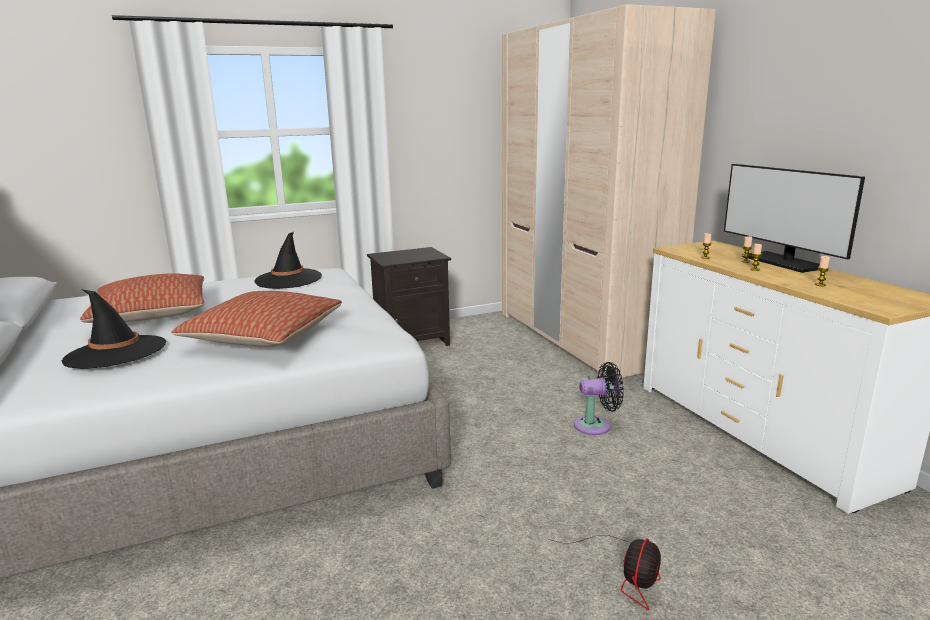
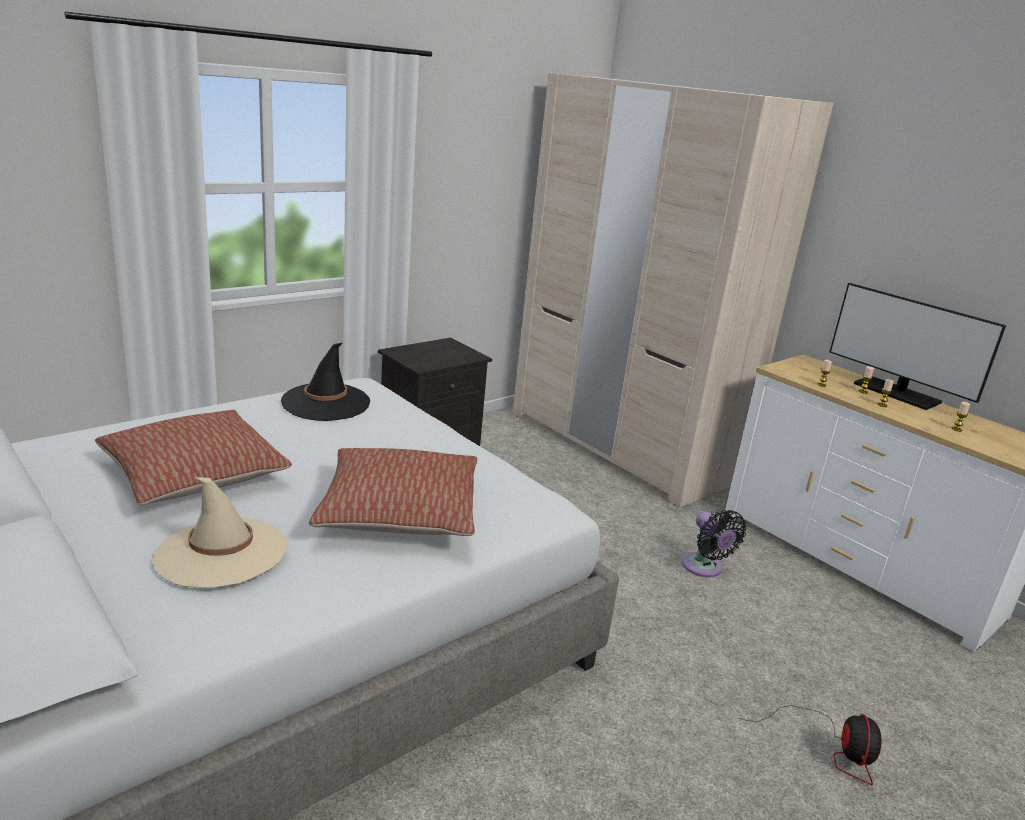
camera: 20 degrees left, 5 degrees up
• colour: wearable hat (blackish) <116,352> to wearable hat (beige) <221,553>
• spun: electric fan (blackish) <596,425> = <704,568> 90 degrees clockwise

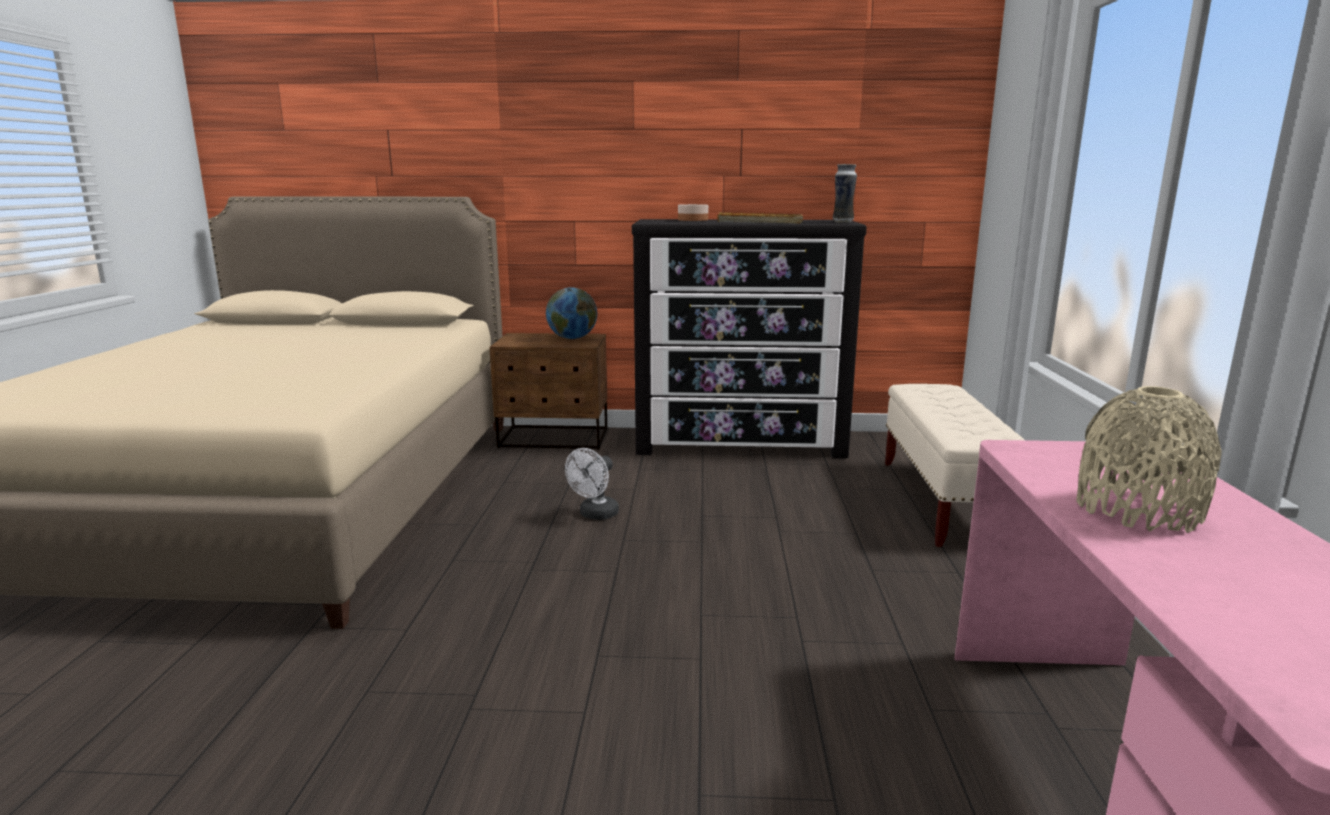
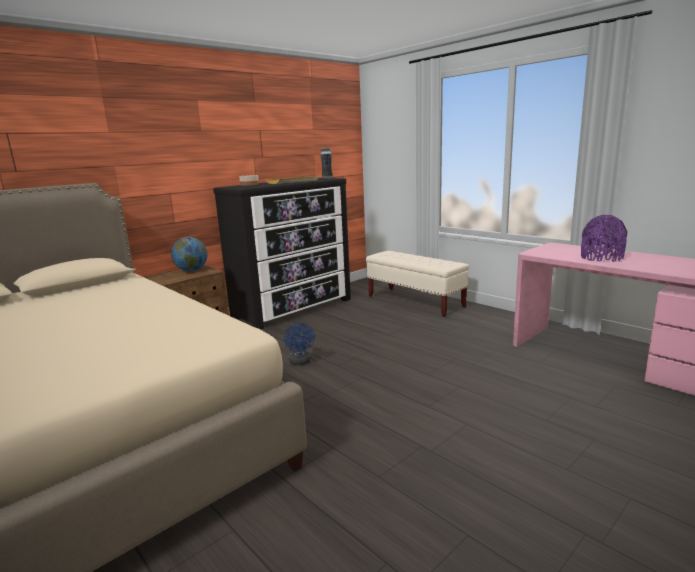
camera: 45 degrees left, 0 degrees up
• colour: electric fan (white-coloured) <595,515> to electric fan (blue) <300,362>
• colour: decorative vase (beige) <1137,510> to decorative vase (purple-coloured) <601,257>

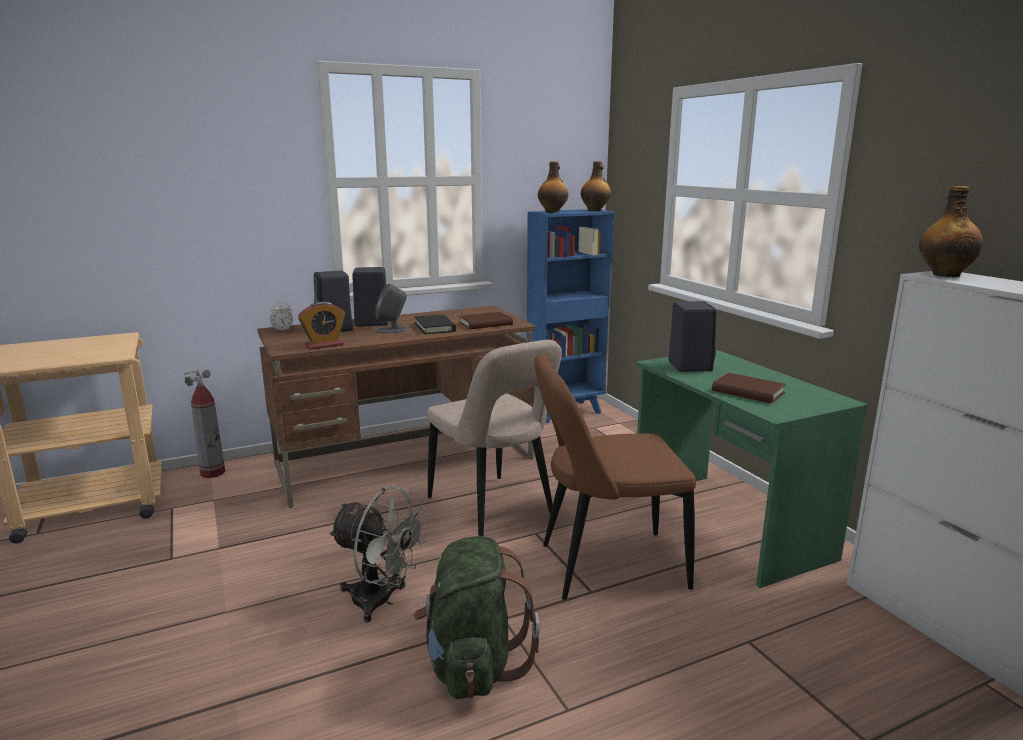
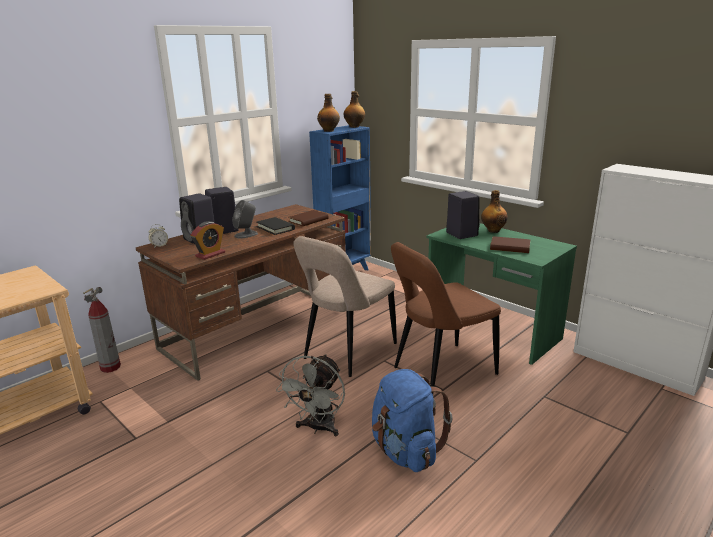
camera: 20 degrees left, 5 degrees up
• spun: electric fan (grey) <381,601> = <318,428> 105 degrees clockwise
• colour: rucksack (green) <473,665> to rucksack (blue) <405,451>
• spun: upright chair (beige) <493,512> = <347,353> 90 degrees clockwise
• relocated: beverage bottle <945,274> to <493,230>

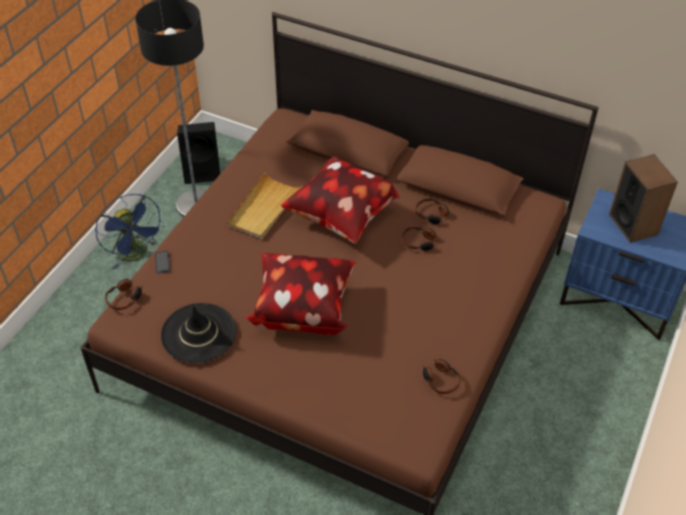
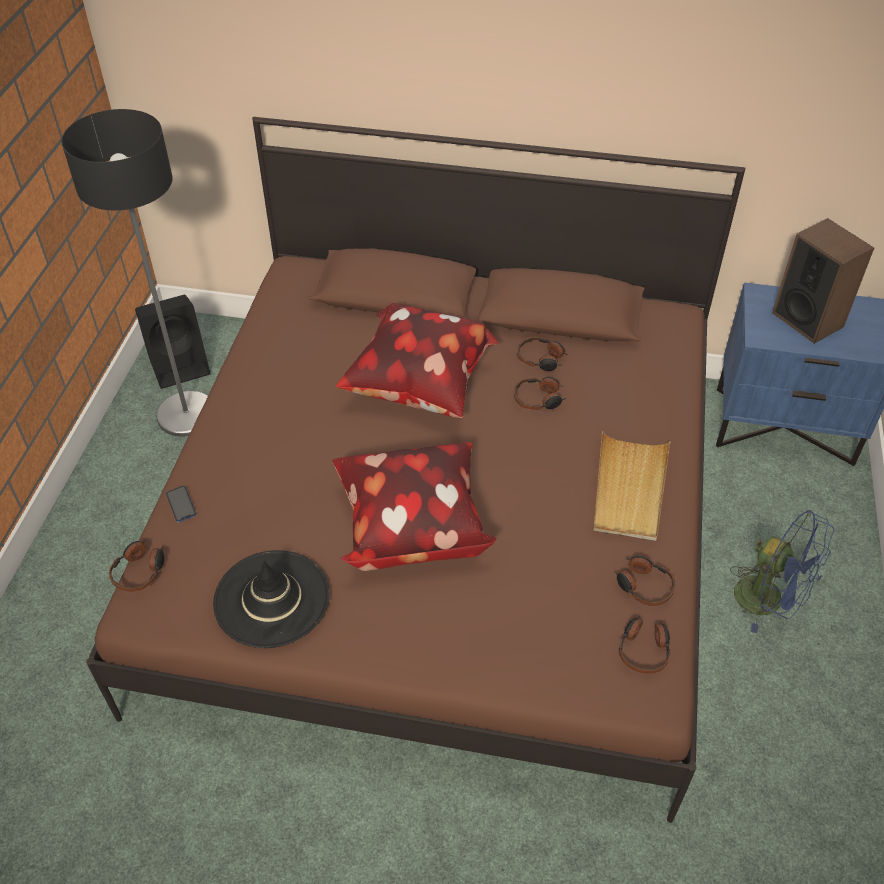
camera: 15 degrees left, 0 degrees up
• relocated: electric fan (blue) <136,255> to <769,601>
• relocated: serving tray (beige) <264,208> to <629,489>
• appeared: headphones <644,649>

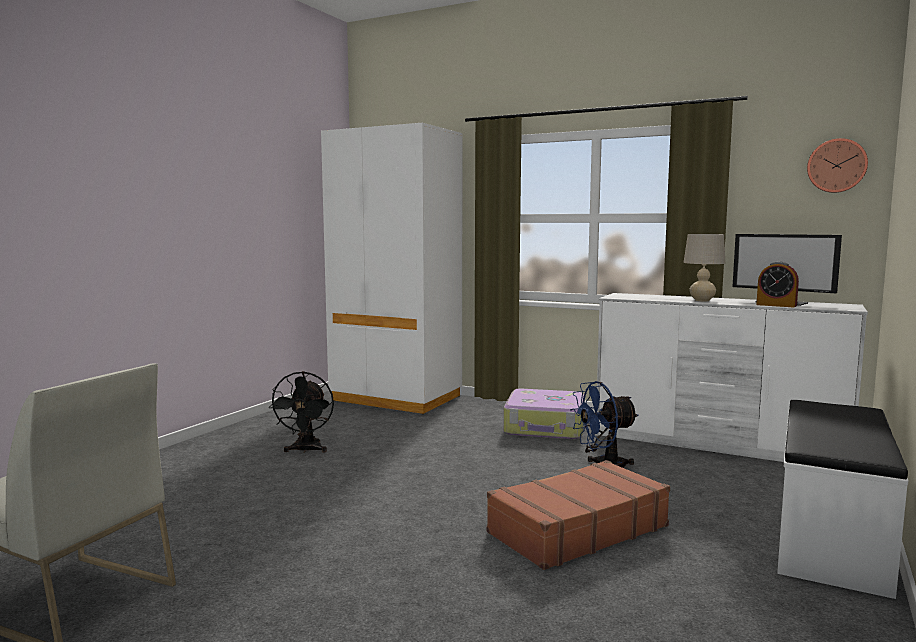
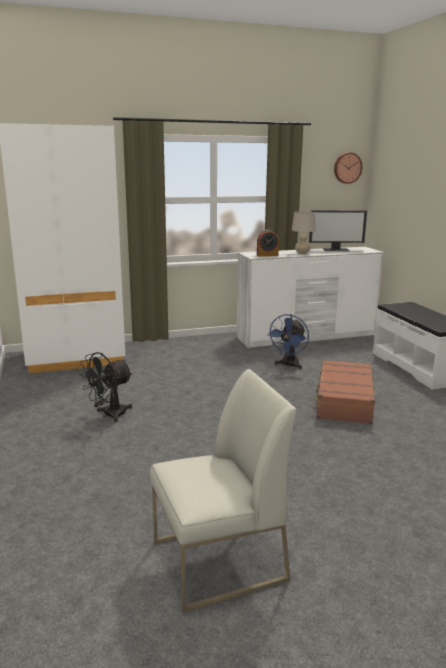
camera: 45 degrees left, 10 degrees up
• spun: electric fan (blackish) <306,450> = <109,415> 90 degrees clockwise
• missing: piece of luggage <545,427>
• relocated: table clock <776,305> to <267,255>

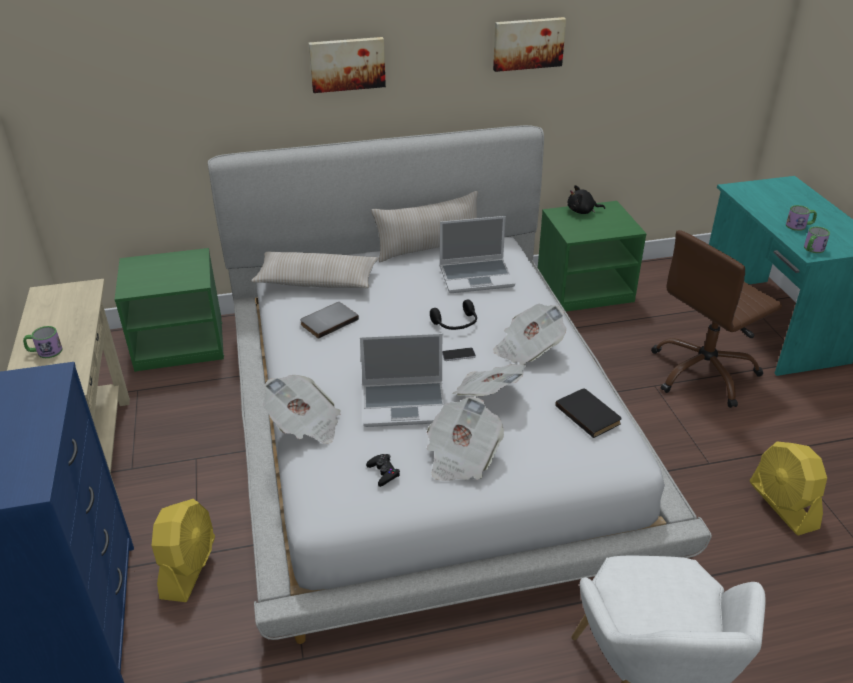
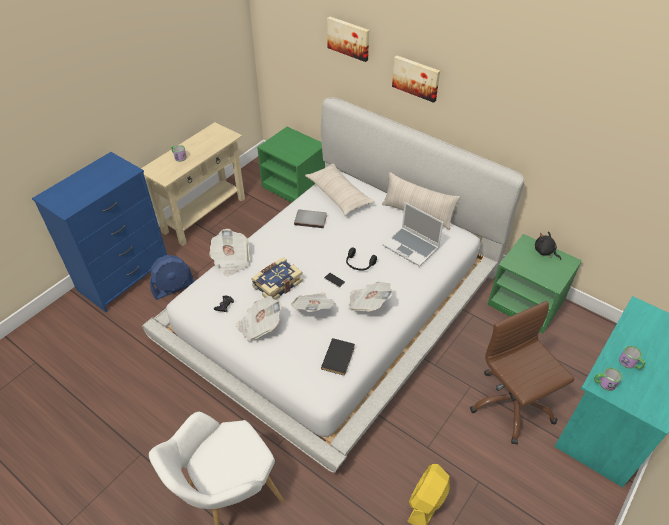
camera: 50 degrees right, 10 degrees up
• colour: electric fan (yellow) <189,567> to electric fan (blue) <173,287>
• exchanged: laptop <405,404> to volume <277,284>
• relocated: wall picture <528,43> to <349,38>
• spun: desk chair (brownish) <703,373> = <511,405> 45 degrees clockwise

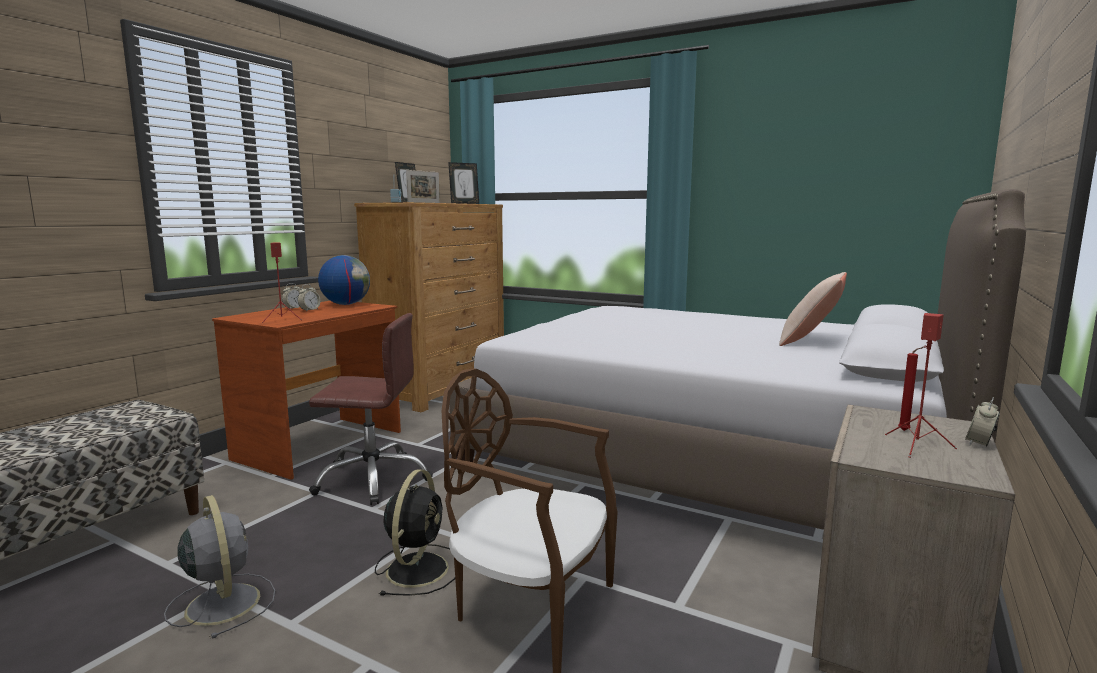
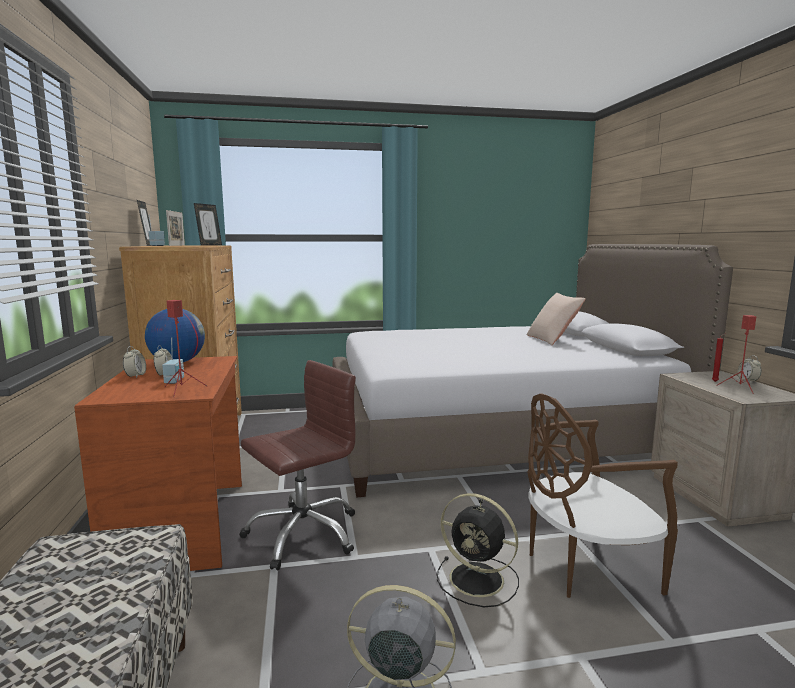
camera: 40 degrees left, 0 degrees up
• spun: electric fan (blackish) <418,568> = <479,580> 150 degrees clockwise
• appeared: radio <175,381>

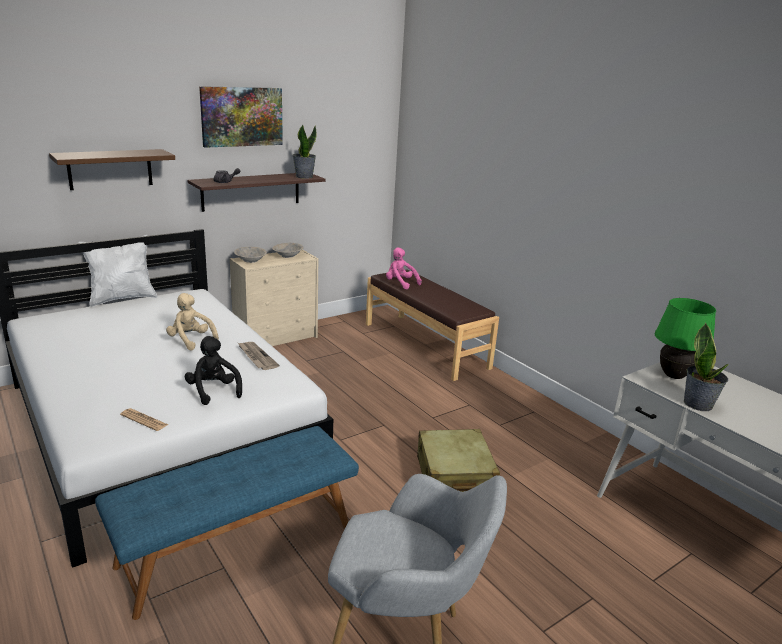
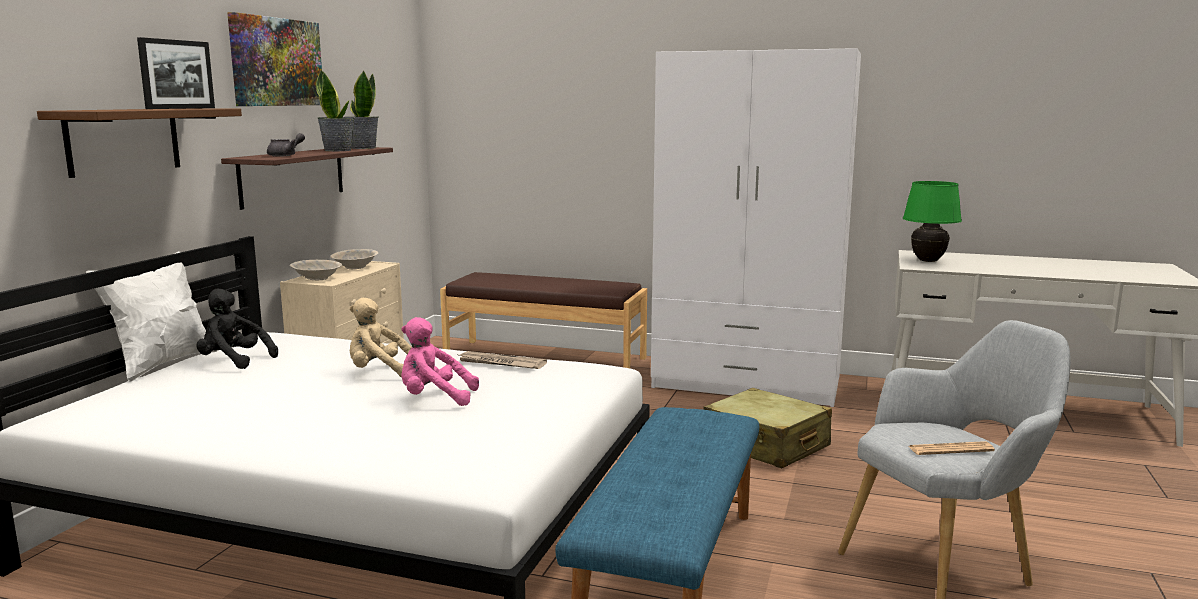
camera: 35 degrees left, 10 degrees down
• relocated: newspaper <144,420> to <950,449>
• relocated: plush toy (blackish) <213,391> to <234,361>
• relocated: plush toy (pinkish) <400,283> to <434,399>
• relocated: potted plant <698,404> to <338,150>
• appeared: standing frame <181,108>
• appeared: clothes cupboard (white-coloured) <747,382>

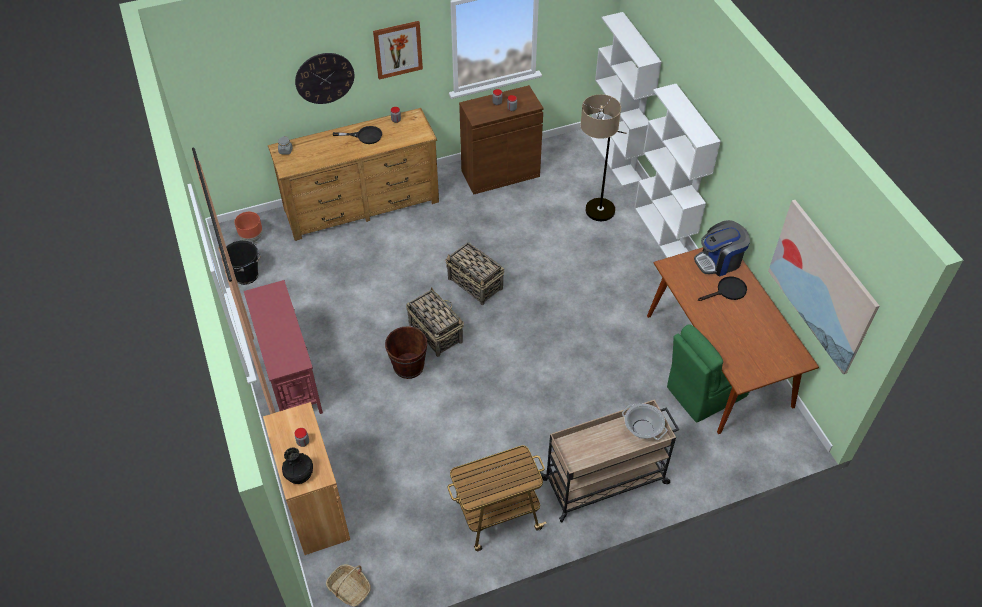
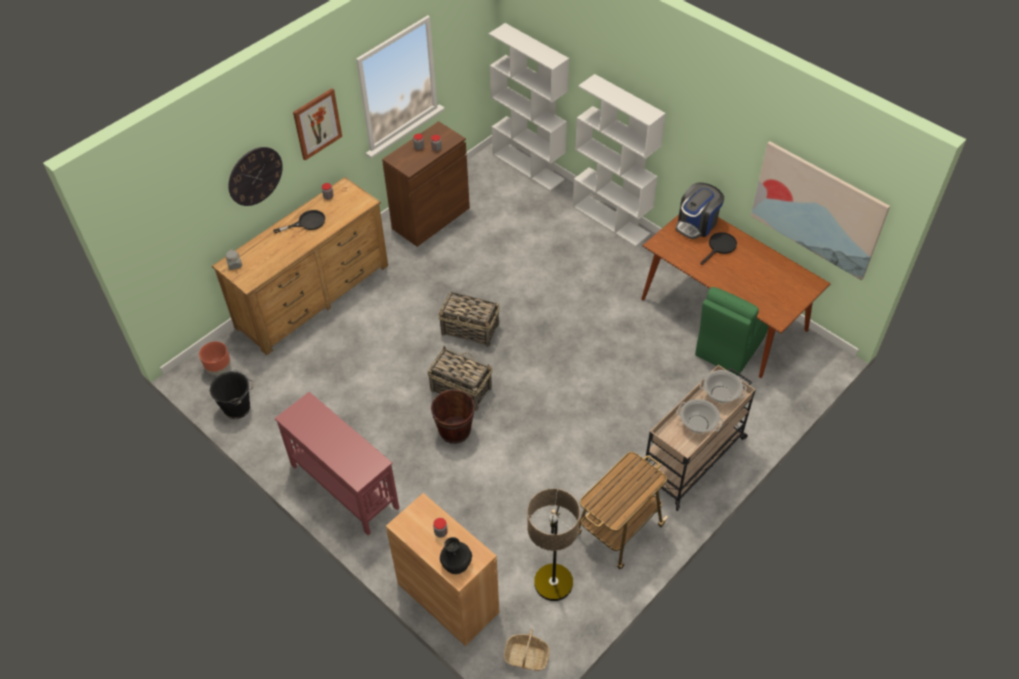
camera: 25 degrees left, 0 degrees up
• relocated: floor lamp <593,217> to <551,597>
• appeared: stockpot <698,424>

